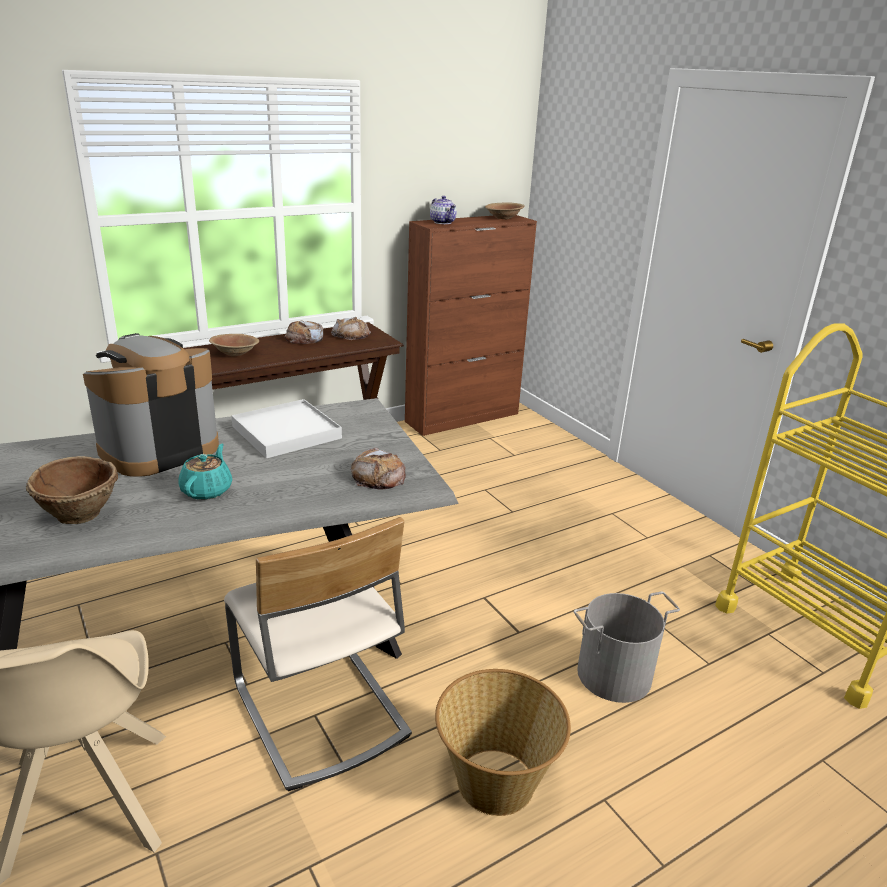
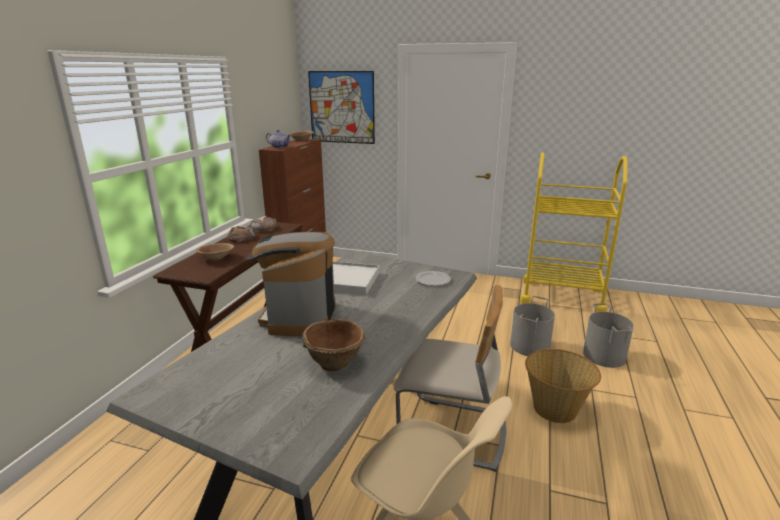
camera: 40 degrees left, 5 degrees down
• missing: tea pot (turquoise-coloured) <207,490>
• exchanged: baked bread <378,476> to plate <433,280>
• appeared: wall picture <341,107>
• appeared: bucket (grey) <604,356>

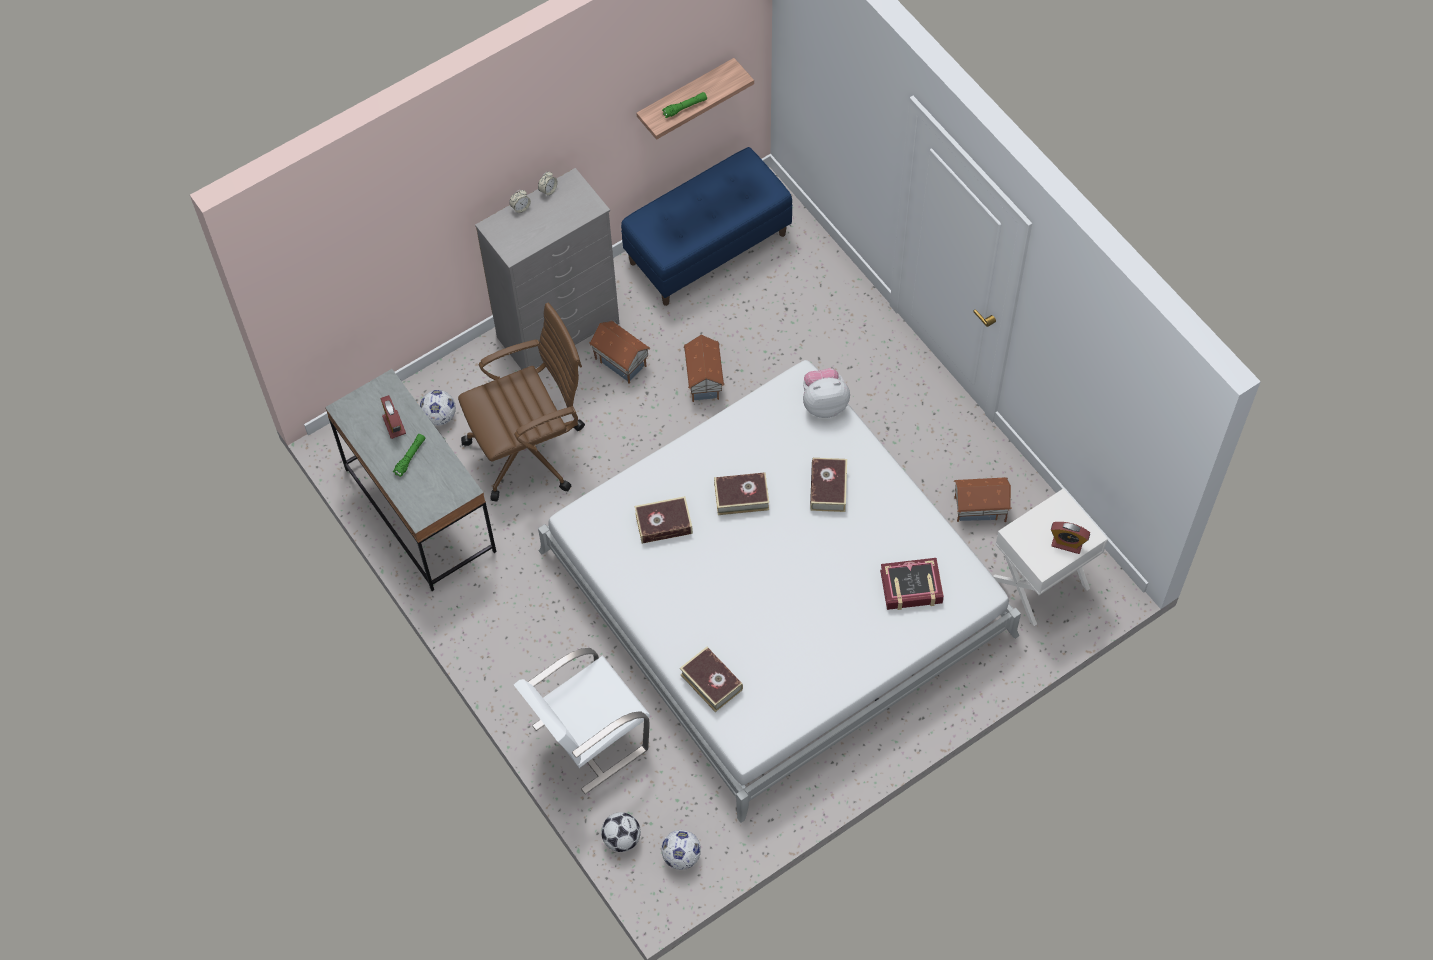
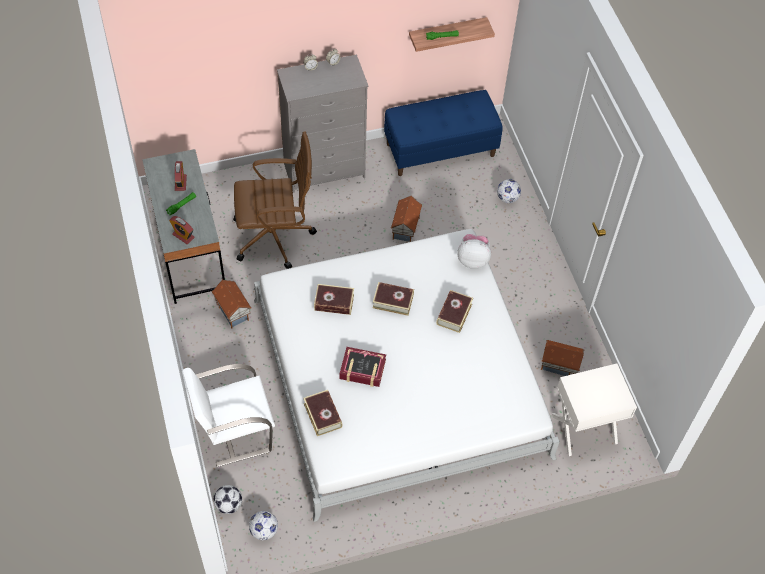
camera: 15 degrees right, 5 degrees down
• relocated: football ball <439,416> to <507,198>
• relocated: toy house <621,360> to <233,311>
• relocated: volume <911,587> to <362,370>
• relocated: table clock <1067,543> to <183,236>

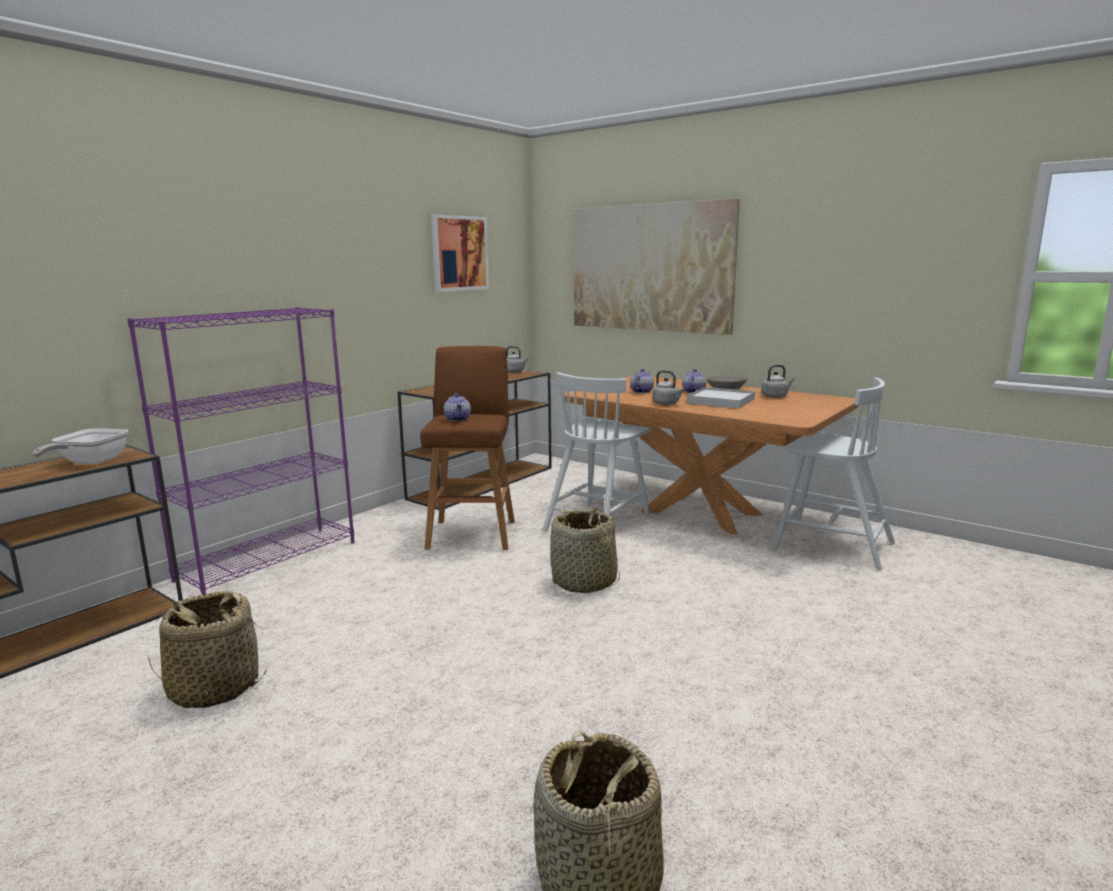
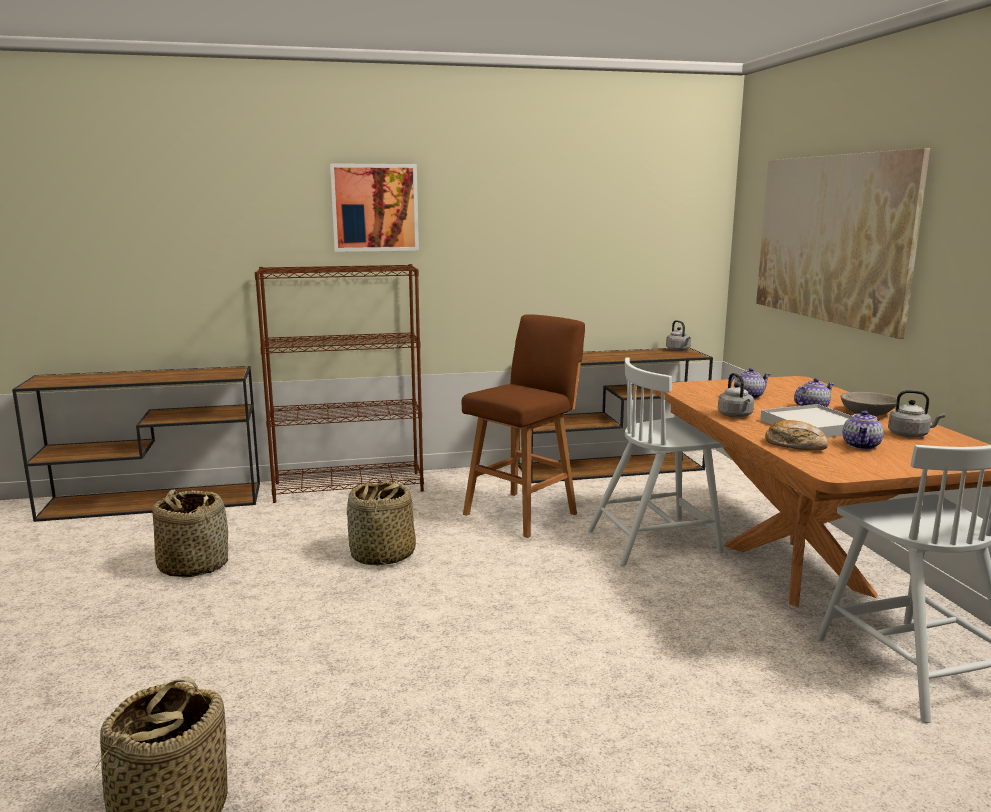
camera: 40 degrees right, 0 degrees up
• missing: pan <89,462>
• colour: bookcase (purple-coloured) <269,560> to bookcase (brownish) <349,486>
• relocated: wall picture <459,253> to <375,207>
• relocated: tea pot <458,419> to <861,446>
• relocated: household basket <584,582> to <382,555>
• appeared: baked bread <795,445>

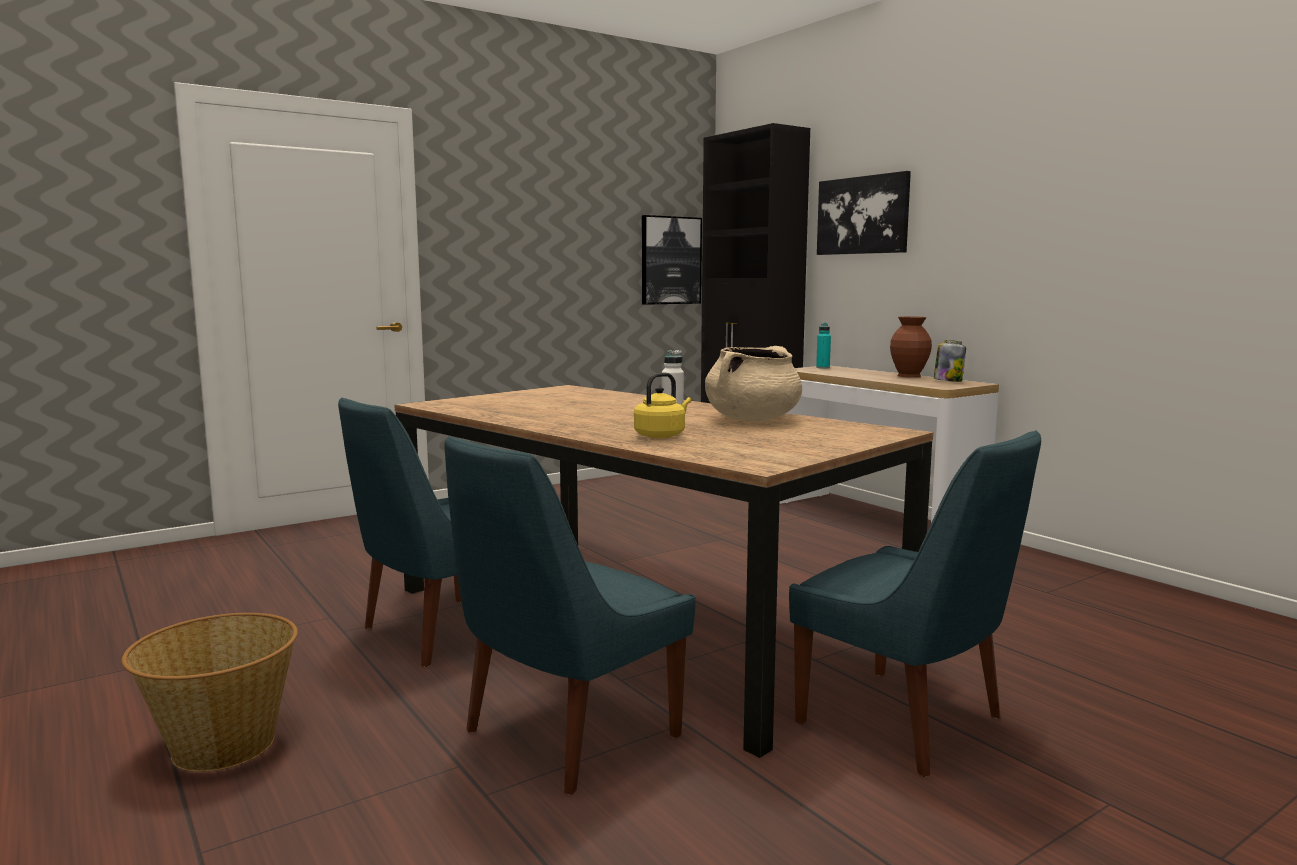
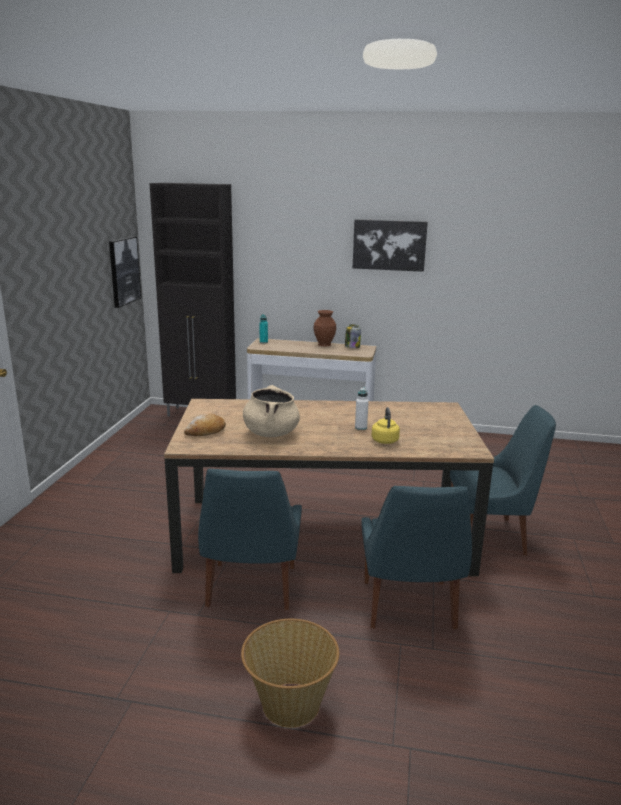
camera: 45 degrees left, 10 degrees up
• relocated: stockpot (beige) <752,419> to <271,433>
• relocated: wall picture <863,215> to <389,245>
• appeared: baked bread <206,431>

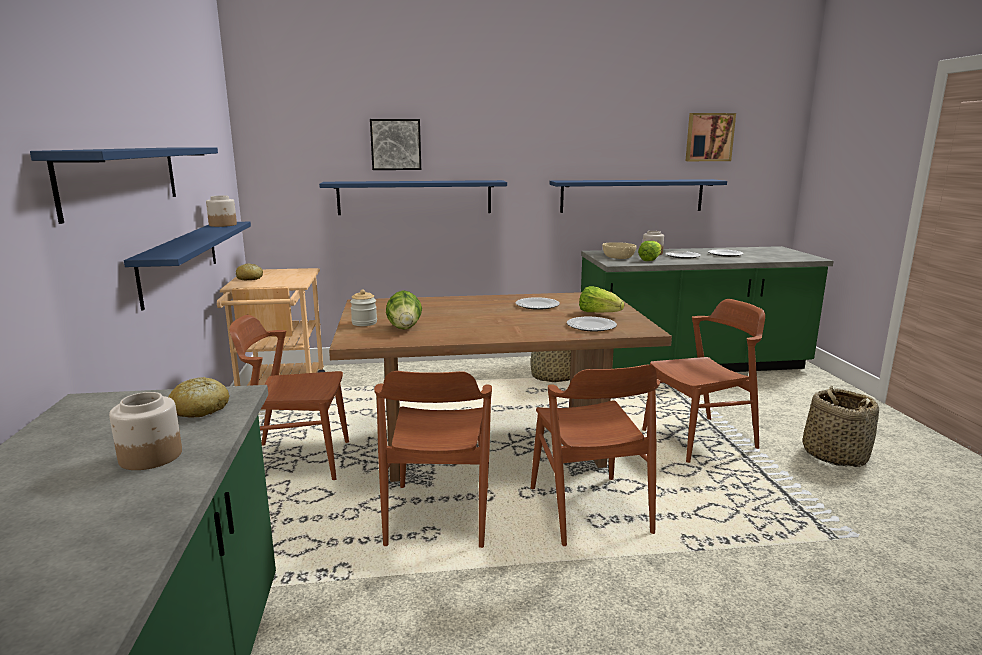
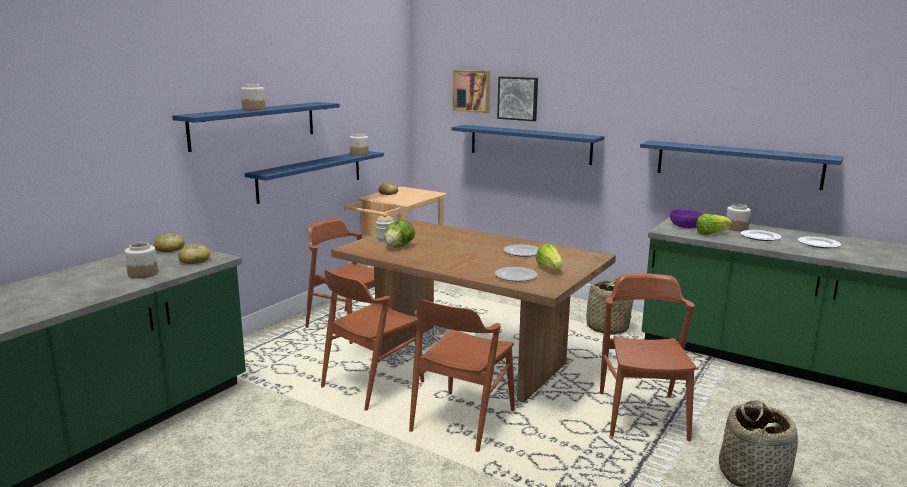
camera: 40 degrees right, 0 degrees up
• colour: serving bowl (beige) <618,257> to serving bowl (purple-coloured) <686,226>
• spun: upright chair (brownish) <699,439> = <642,415> 105 degrees counterclockwise
• relocated: wall picture <709,137> to <472,91>
• appeared: baked bread <169,249>
• appeared: jar <254,109>

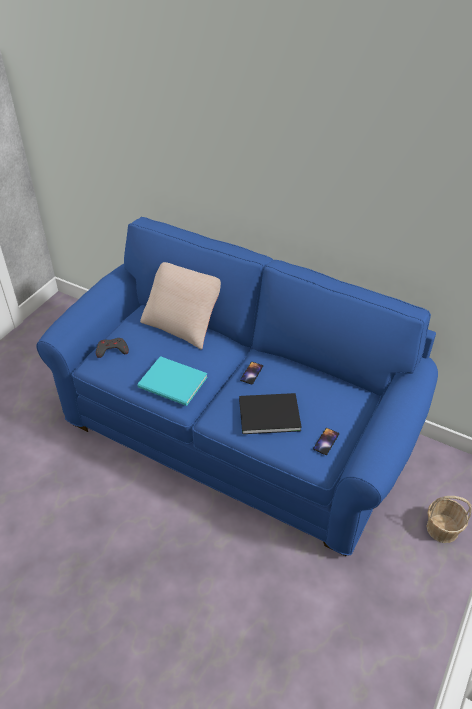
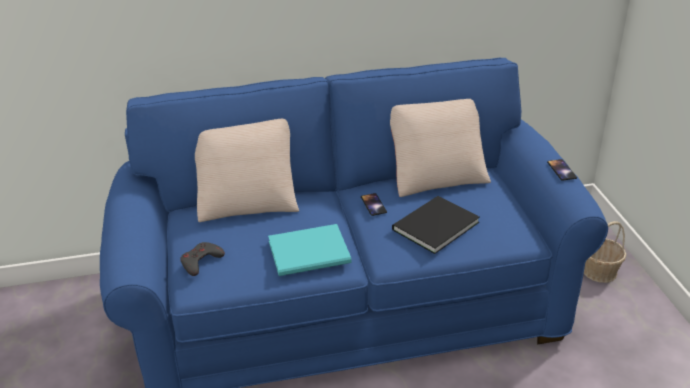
camera: 40 degrees left, 10 degrees down
• relocated: phone <326,441> to <561,170>
• appeared: cushion (beige) <436,175>

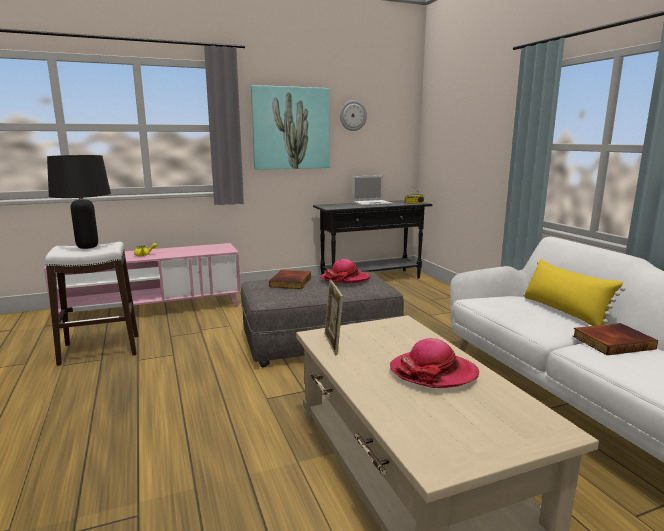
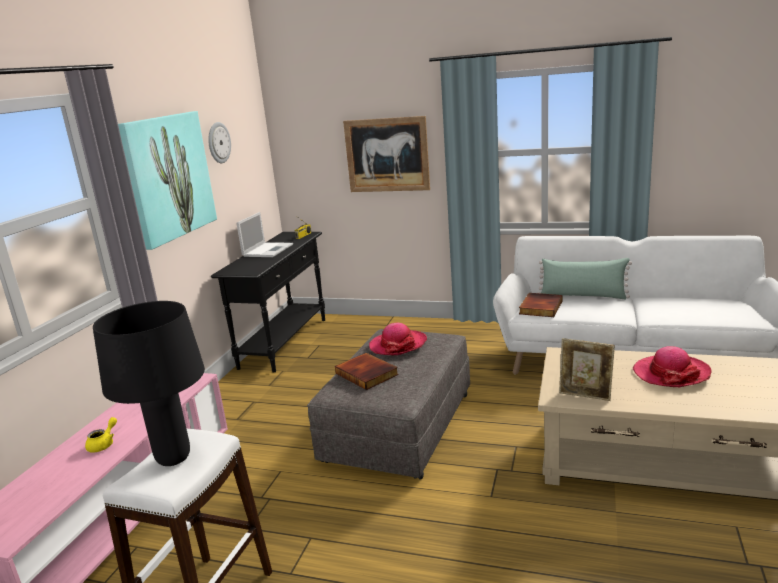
camera: 50 degrees left, 5 degrees up
• colour: cushion (yellow) <564,312> to cushion (green) <583,296>
• relocated: volume <612,342> to <540,307>
• appeared: wall picture <387,155>

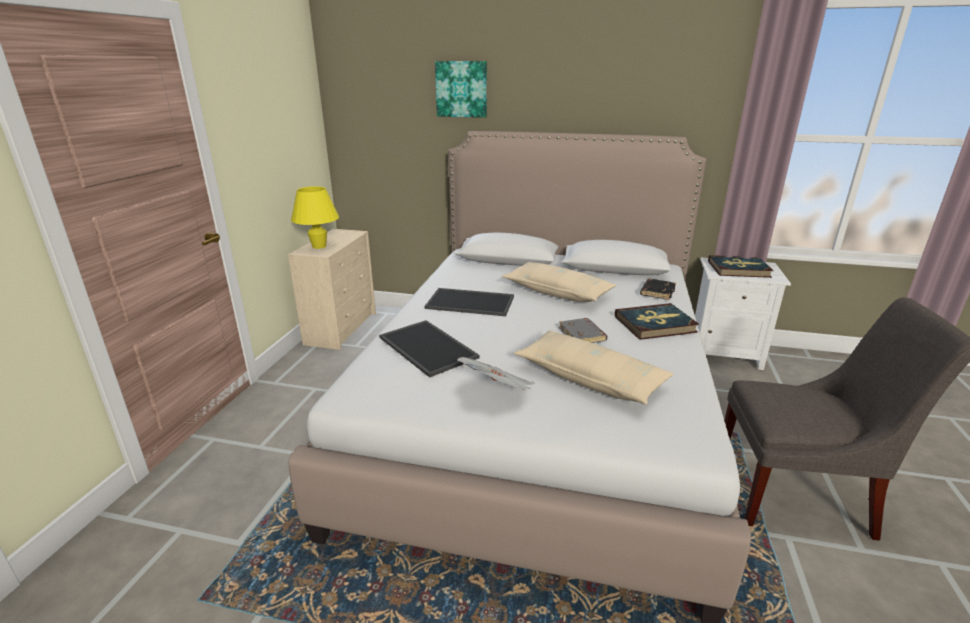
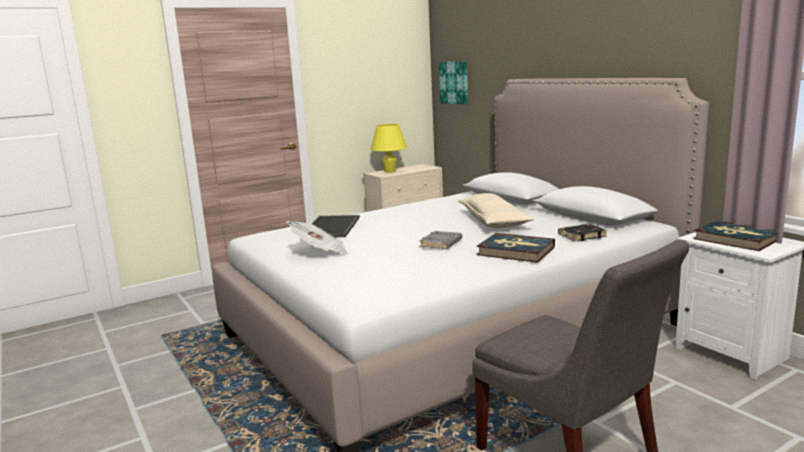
camera: 45 degrees right, 10 degrees down
• missing: serving tray <471,302>
• relocated: wall picture <461,89> to <454,82>
• missing: cushion (beige) <590,378>

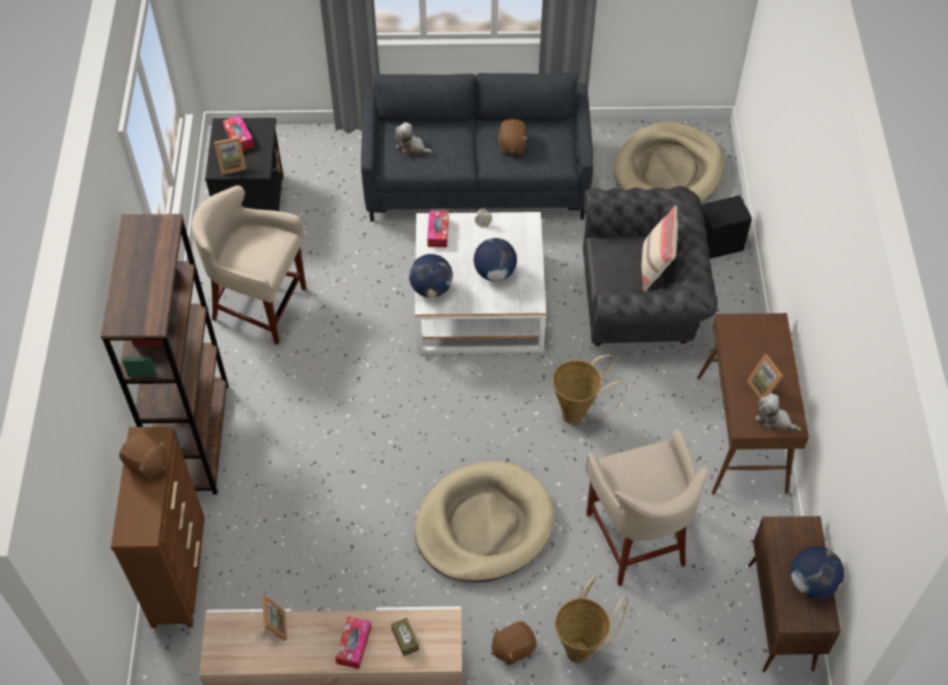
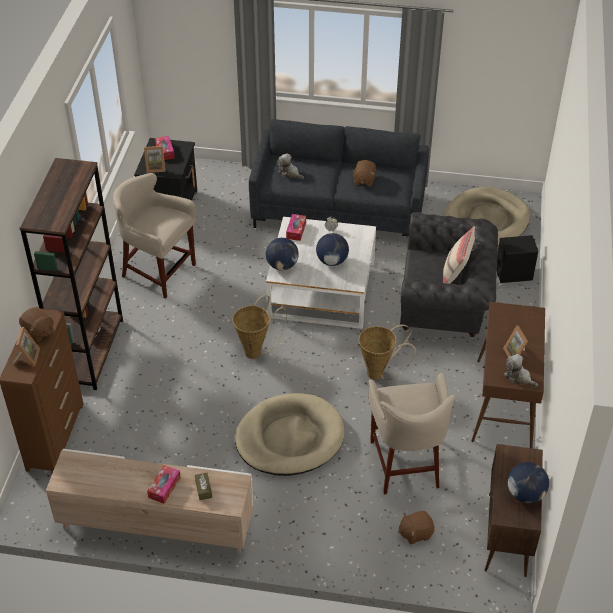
camera: 10 degrees right, 10 degrees down
• relocated: standing frame <272,627> to <27,357>
• relocated: plush toy (brownish) <513,648> to <415,533>
• relocated: household basket <582,647> to <256,350>

